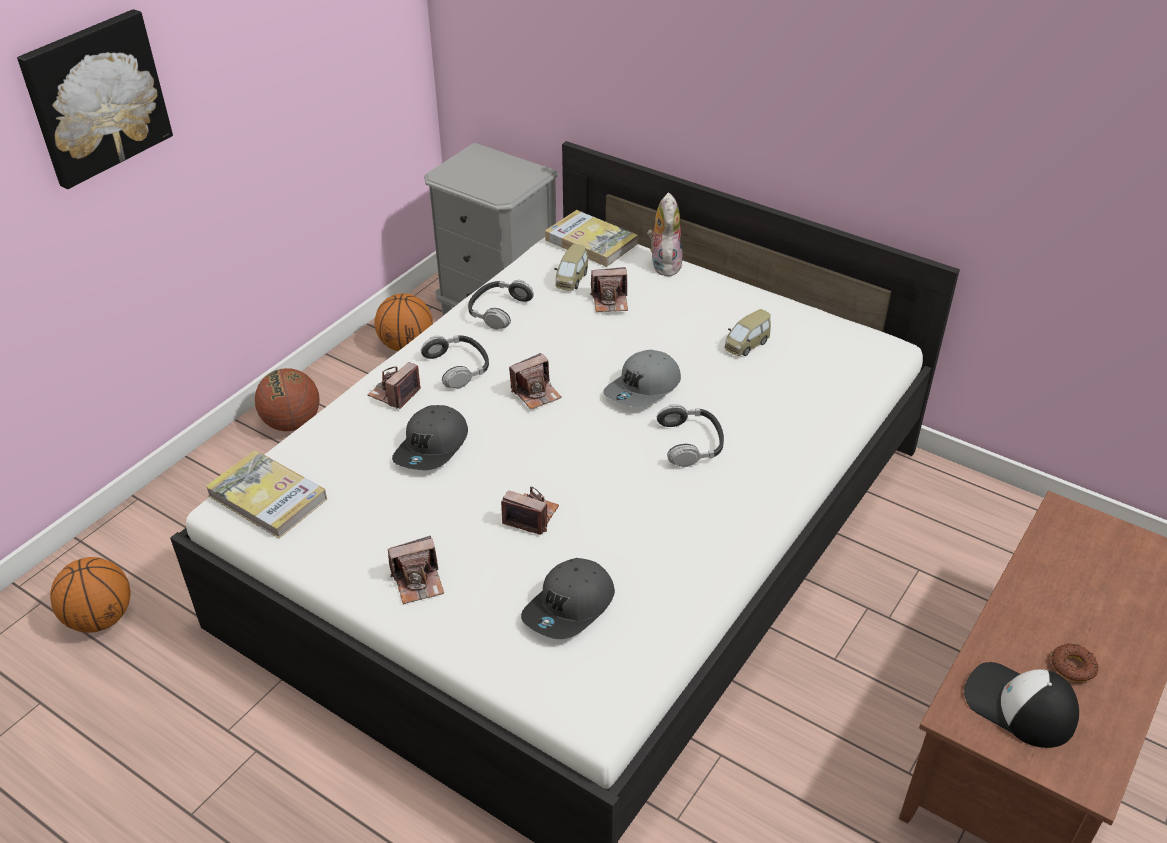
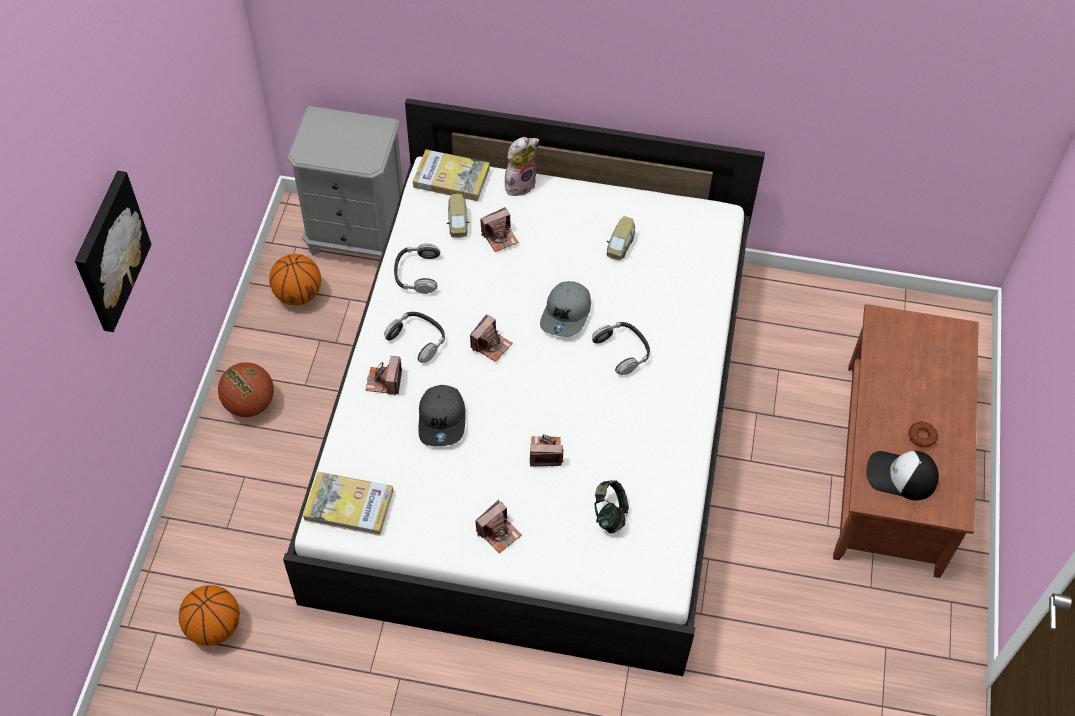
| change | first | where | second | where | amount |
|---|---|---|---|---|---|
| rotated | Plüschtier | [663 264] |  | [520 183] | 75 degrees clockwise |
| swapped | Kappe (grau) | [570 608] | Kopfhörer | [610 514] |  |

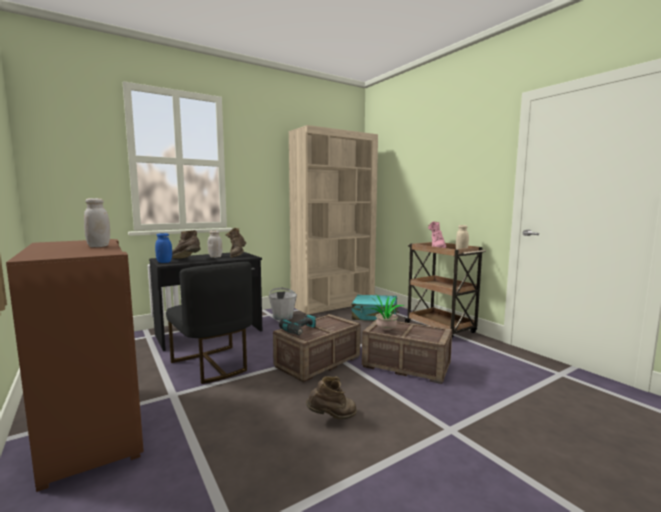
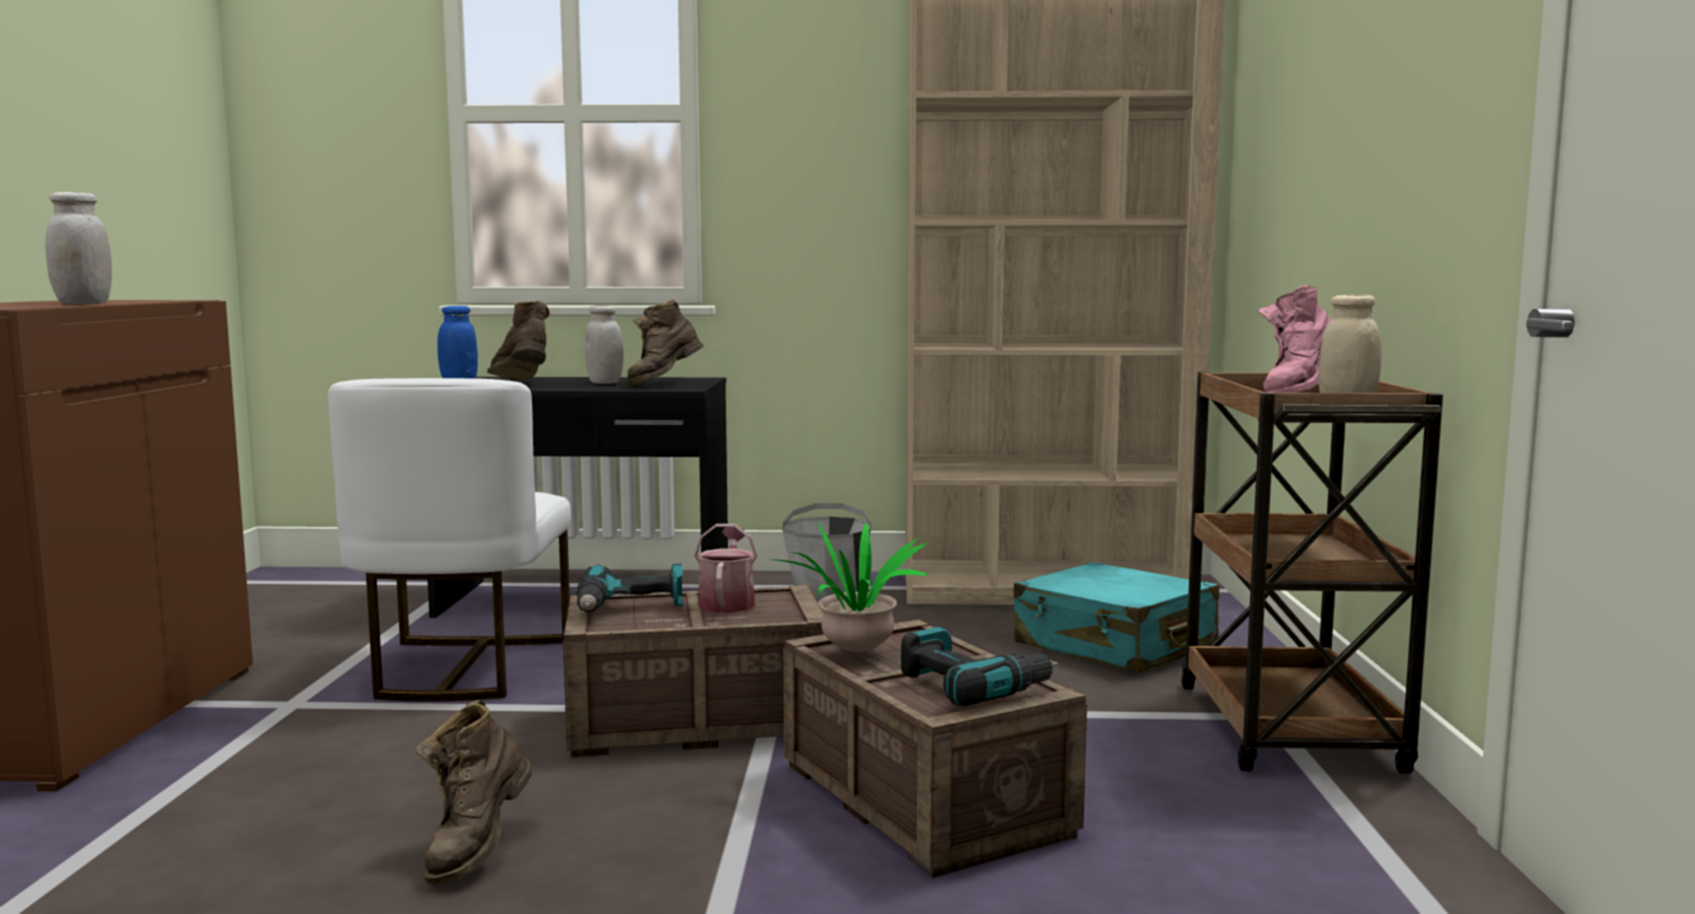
| change | first | where | second | where | amount |
|---|---|---|---|---|---|
| repainted | Stuhl (schwarz) | [212 365] | Stuhl (weiß) | [463 668] |  |
| rotated | Stiefel (braun) | [332 418] |  | [477 851] | 90 degrees clockwise |
| new |  |  | Gießkanne | [727 602] |  |
| new |  |  | Bohrmaschine | [972 686] |  |

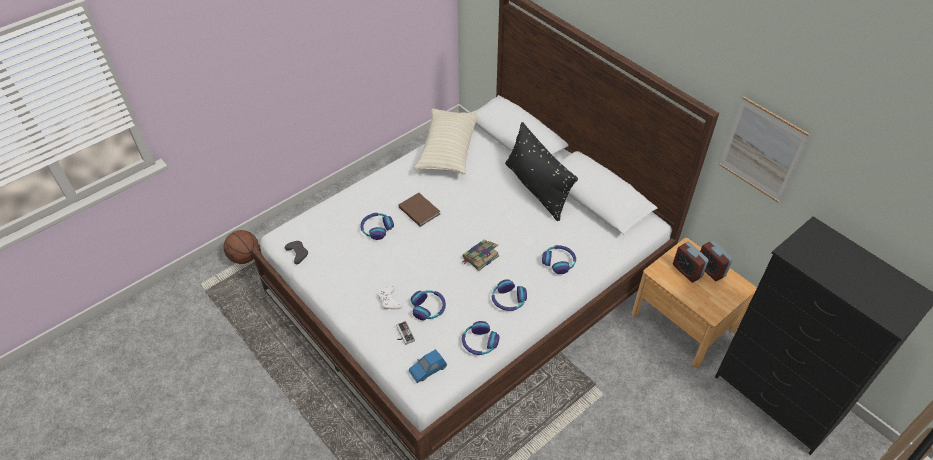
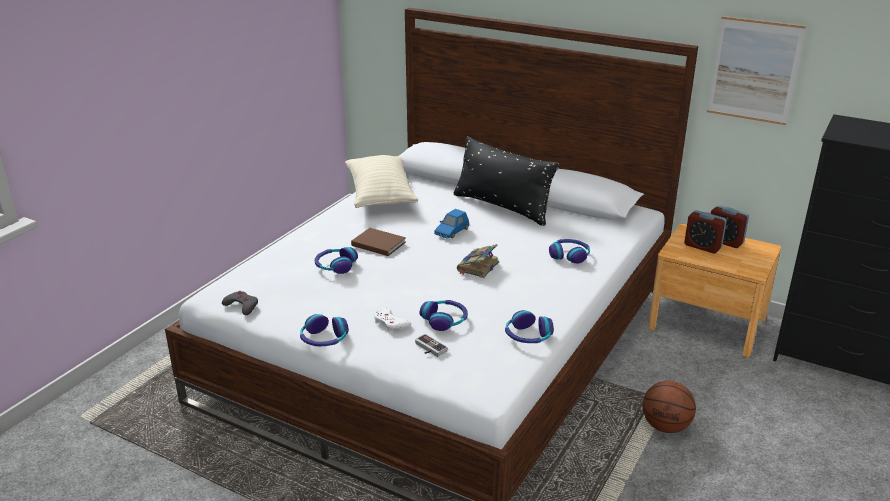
| change | first | where | second | where | amount |
|---|---|---|---|---|---|
| shifted | Kopfhörer | [508 300] |  | [324 339] |  |
| shifted | Spielzeugauto (blau) | [428 369] |  | [452 231] |  |
| shifted | Basketball | [245 257] |  | [666 426] |  |

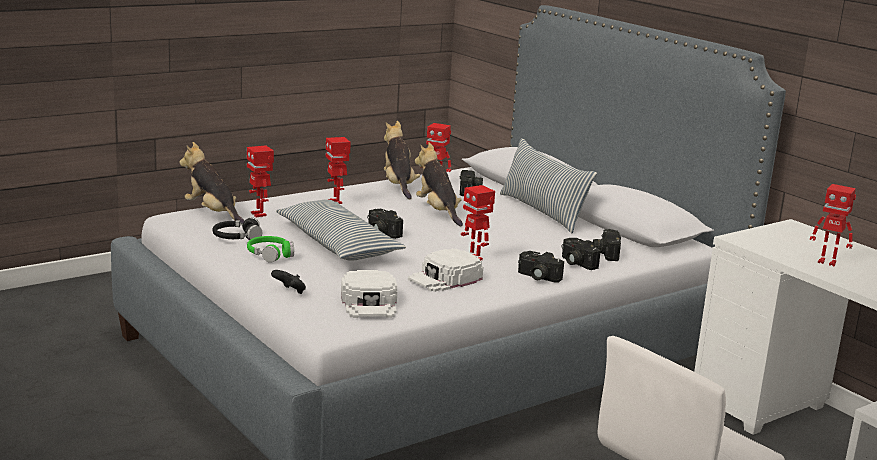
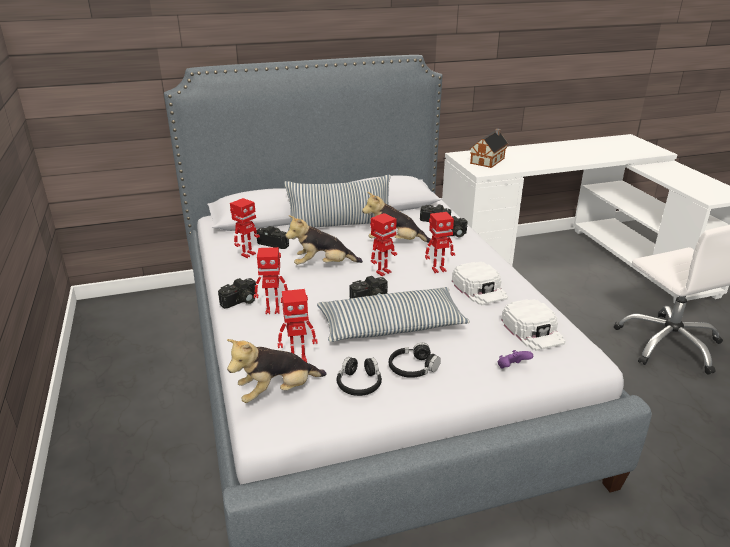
| change | first | where | second | where | amount |
|---|---|---|---|---|---|
| shifted | Kamera | [537 277] |  | [241 302] |  |
| shifted | Plüschtier | [398 186] |  | [395 242] |  |
| shifted | Spielzeugroboter | [827 262] |  | [382 272] |  |
| repainted | Kopfhörer (grün) | [270 254] | Kopfhörer (schwarz) | [412 368] |  |
| new |  |  | Spielzeughaus | [488 160] |  |
| repainted | Gamepad (schwarz) | [290 292] | Gamepad (lila) | [512 368] |  |
| rotated | Kappe (weiß) | [370 303] |  | [533 330] | 60 degrees clockwise |

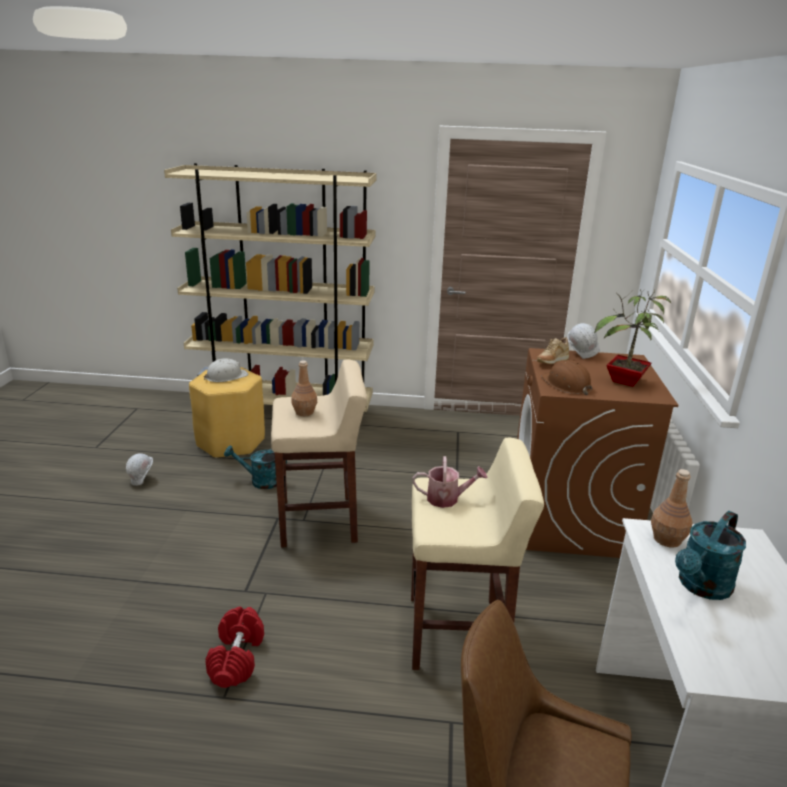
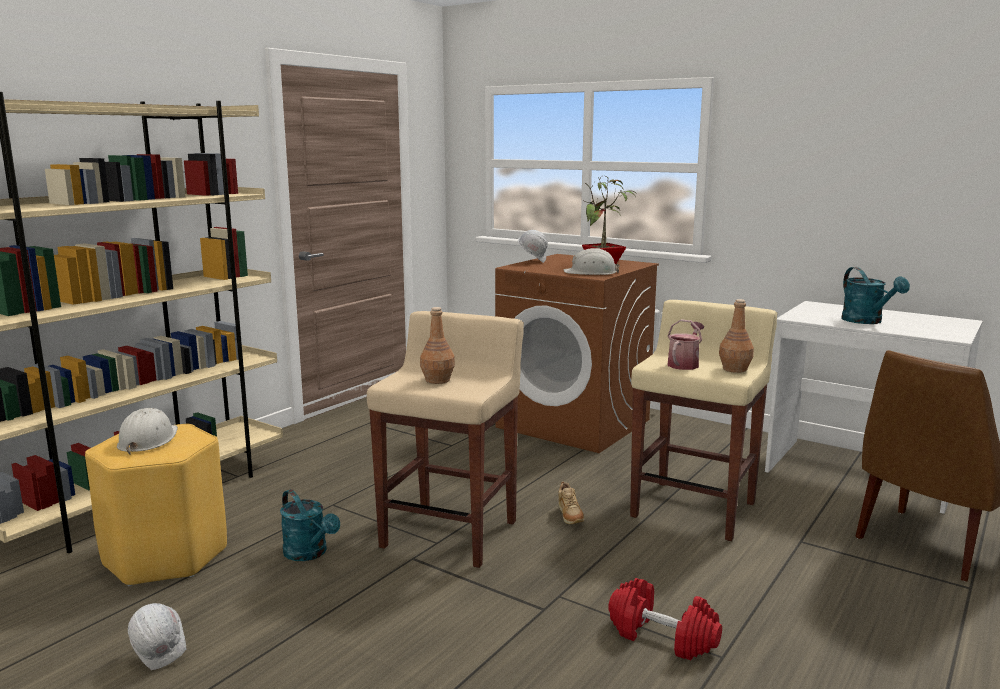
| change | first | where | second | where | amount |
|---|---|---|---|---|---|
| rotated | Gießkanne (türkis) | [260 481] |  | [310 553] | 75 degrees counterclockwise |
| shifted | Schuh (beige) | [551 362] |  | [569 517] |  |
| repainted | Schutzhelm (braun) | [566 384] | Schutzhelm (weiß) | [591 272] |  |
| shifted | Flasche (braun) | [666 539] |  | [734 369] |  |

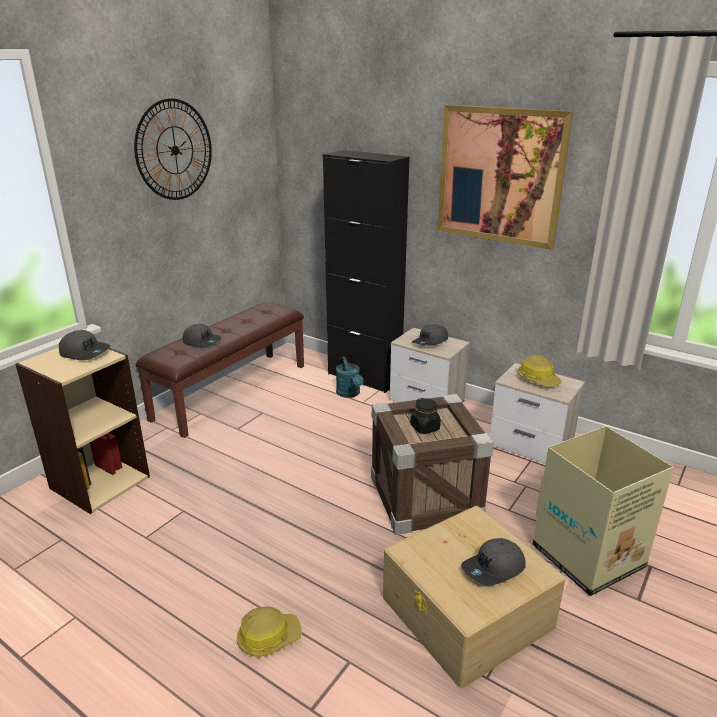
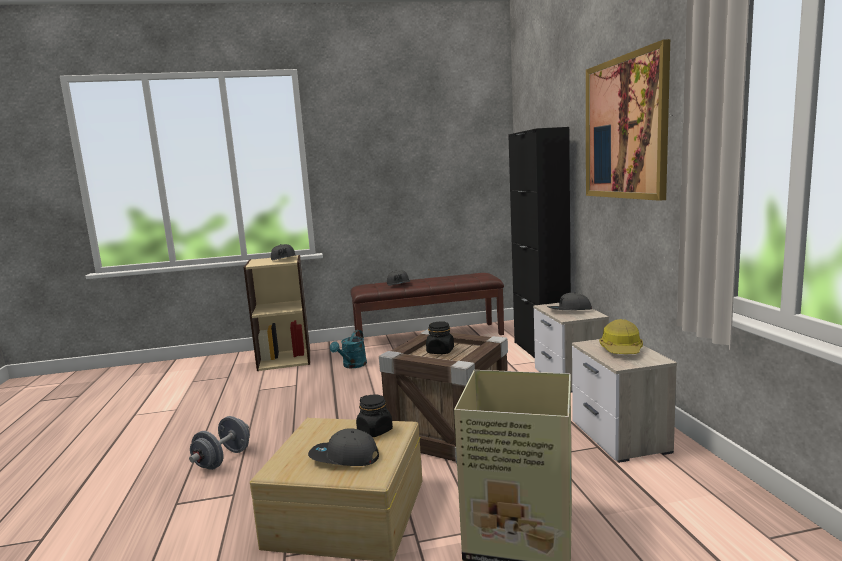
| change | first | where | second | where | amount |
|---|---|---|---|---|---|
| swapped | Schutzhelm | [268 637] | Hantel (grau) | [223 459] |  |
| shifted | Gießkanne (türkis) | [350 394] |  | [352 366] |  |
| new |  |  | Vorratsglas (schwarz) | [375 431] |  |
| gone | Wanduhr | [174 150] |  |  |  |

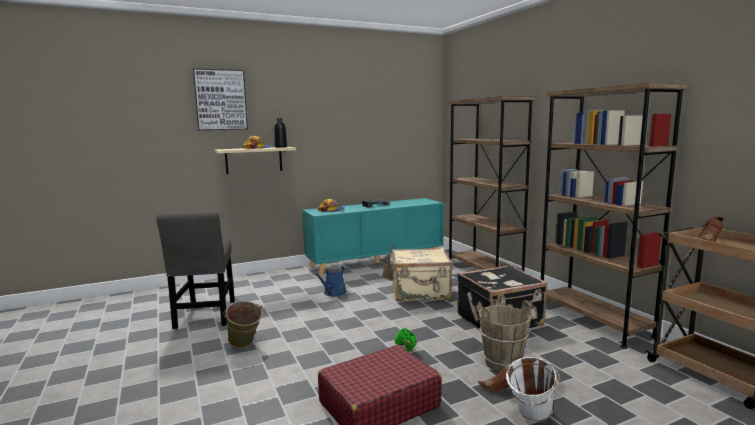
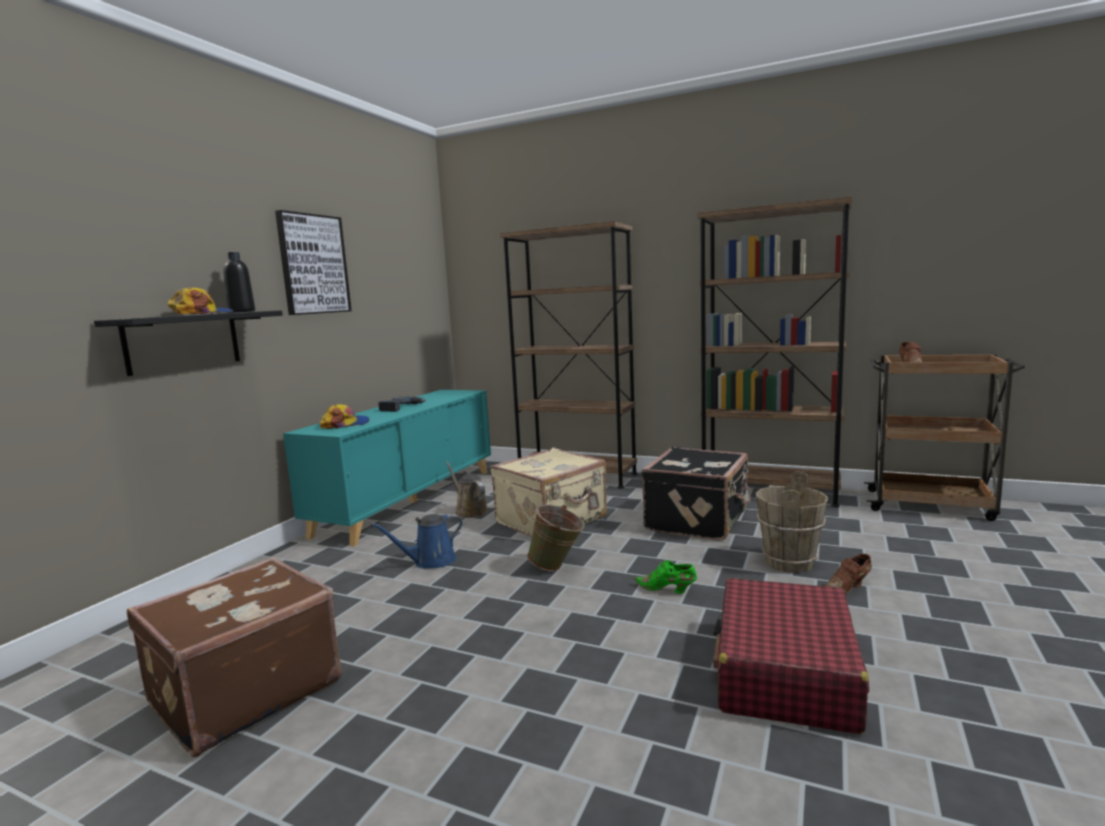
| change | first | where | second | where | amount |
|---|---|---|---|---|---|
| repainted | Wandregal (beige) | [254 160] | Wandregal (schwarz) | [183 342] |  |
| swapped | Stuhl (grau) | [205 316] | Koffer (braun) | [243 691] |  |
| shifted | Bild | [220 100] |  | [313 264] |  |
| rotated | Gießkanne (blau) | [333 293] |  | [430 561] | 75 degrees clockwise |
| shifted | Eimer (grün) | [244 346] |  | [557 567] |  |
| gone | Eimer (weiß) | [530 418] |  |  |  |

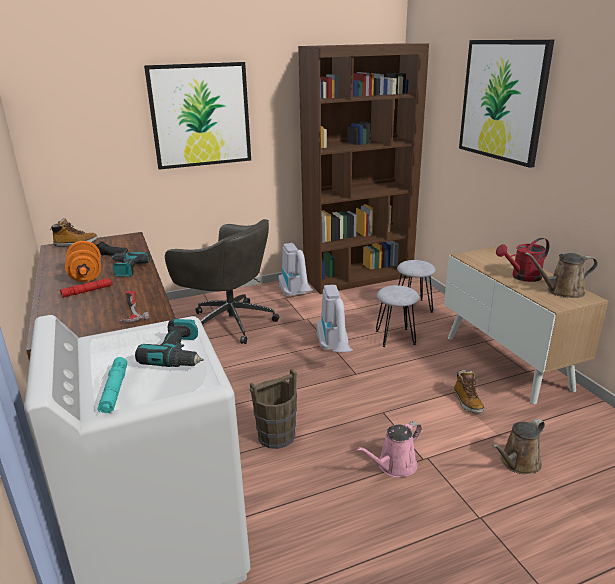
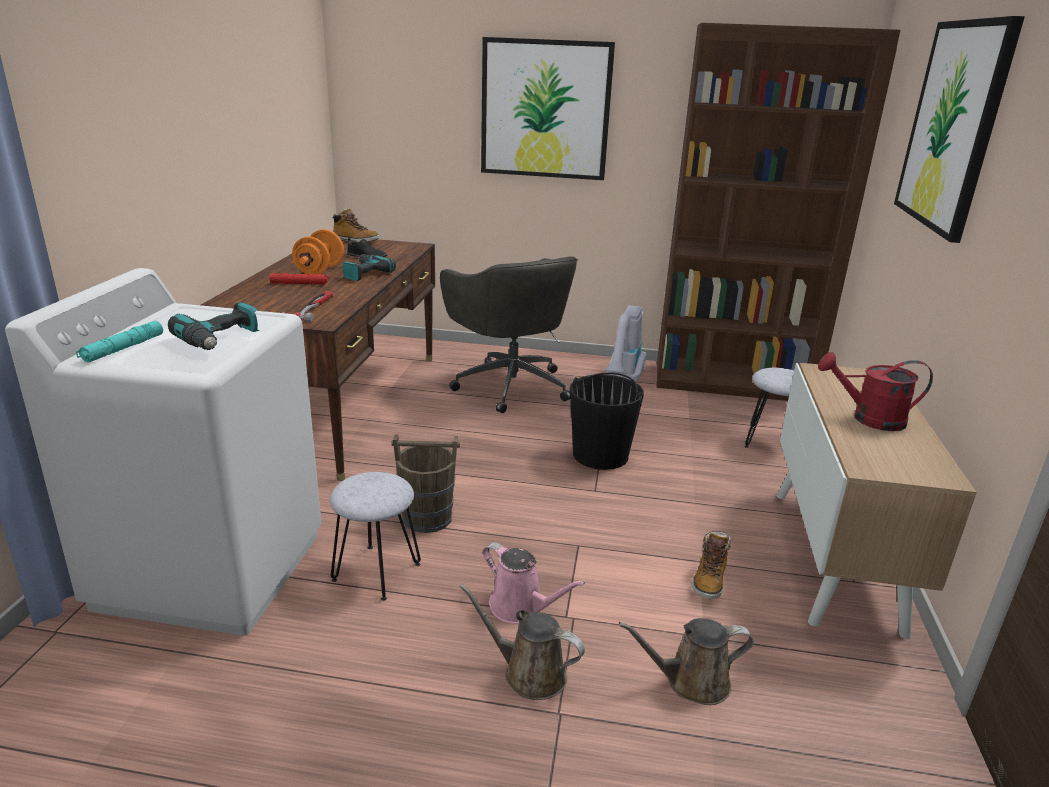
| change | first | where | second | where | amount |
|---|---|---|---|---|---|
| shifted | Hocker (grau) | [395 337] |  | [377 572] |  |
| shifted | Gießkanne (braun) | [561 291] |  | [529 673] |  |
| rotated | Gießkanne (rosa) | [394 466] |  | [521 607] | 135 degrees counterclockwise |
| swapped | Staubsauger | [335 349] | Eimer (schwarz) | [601 455] |  |

